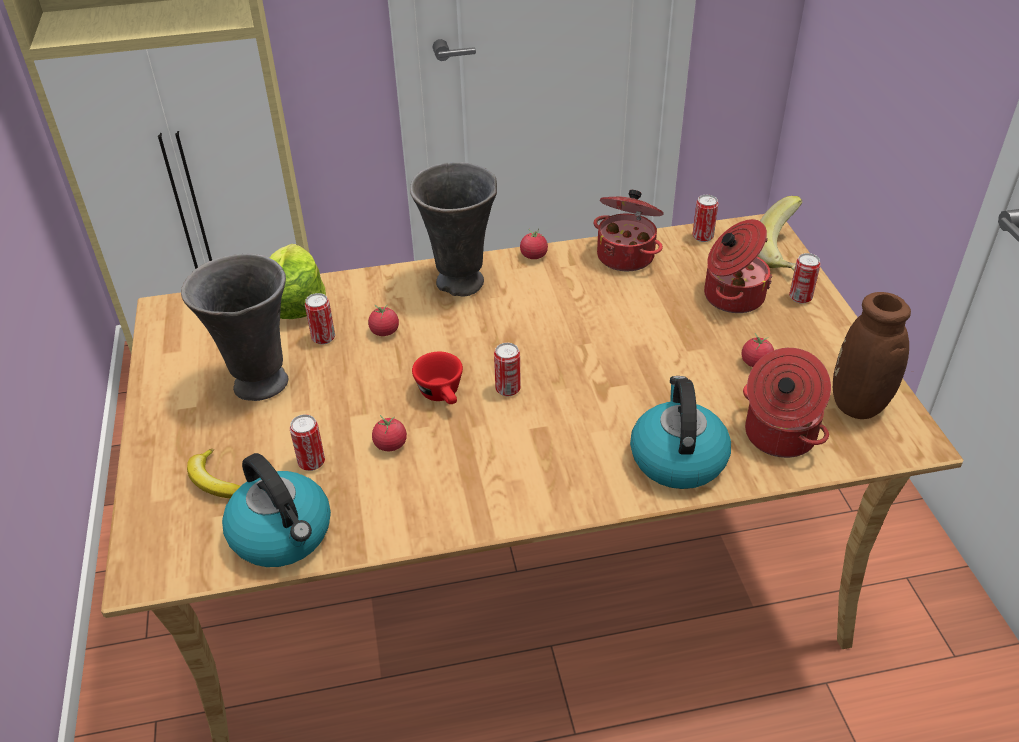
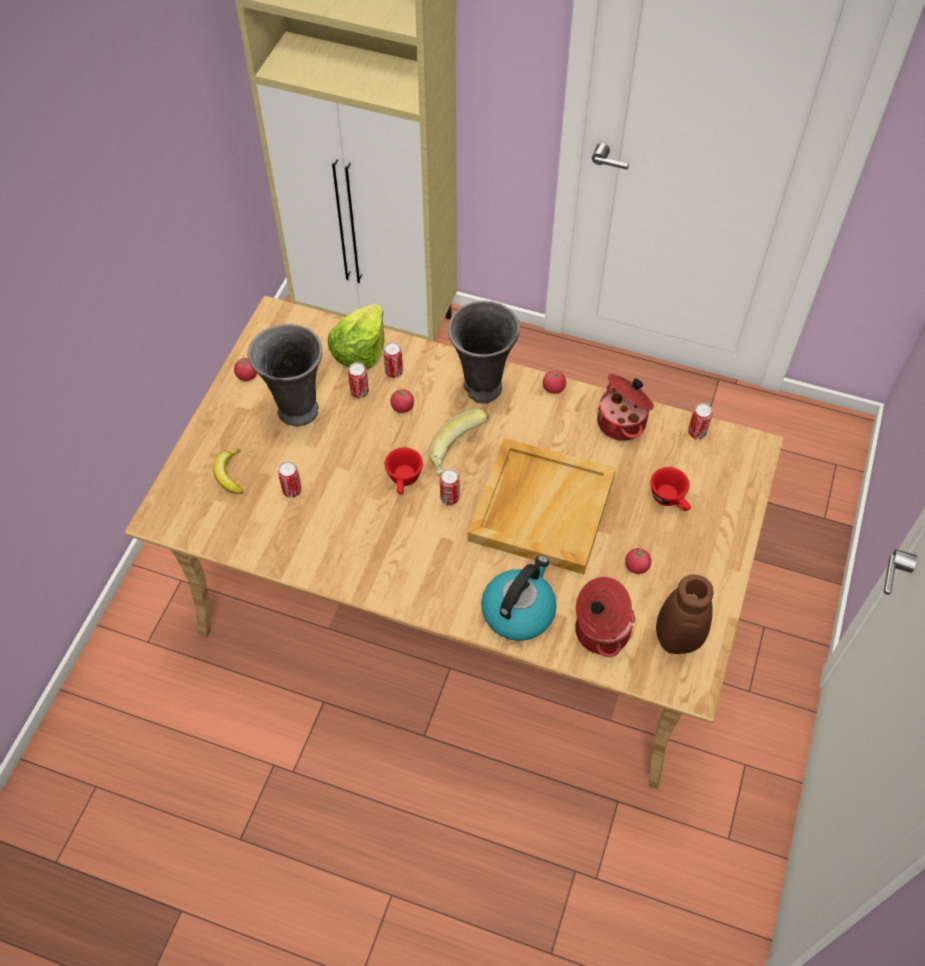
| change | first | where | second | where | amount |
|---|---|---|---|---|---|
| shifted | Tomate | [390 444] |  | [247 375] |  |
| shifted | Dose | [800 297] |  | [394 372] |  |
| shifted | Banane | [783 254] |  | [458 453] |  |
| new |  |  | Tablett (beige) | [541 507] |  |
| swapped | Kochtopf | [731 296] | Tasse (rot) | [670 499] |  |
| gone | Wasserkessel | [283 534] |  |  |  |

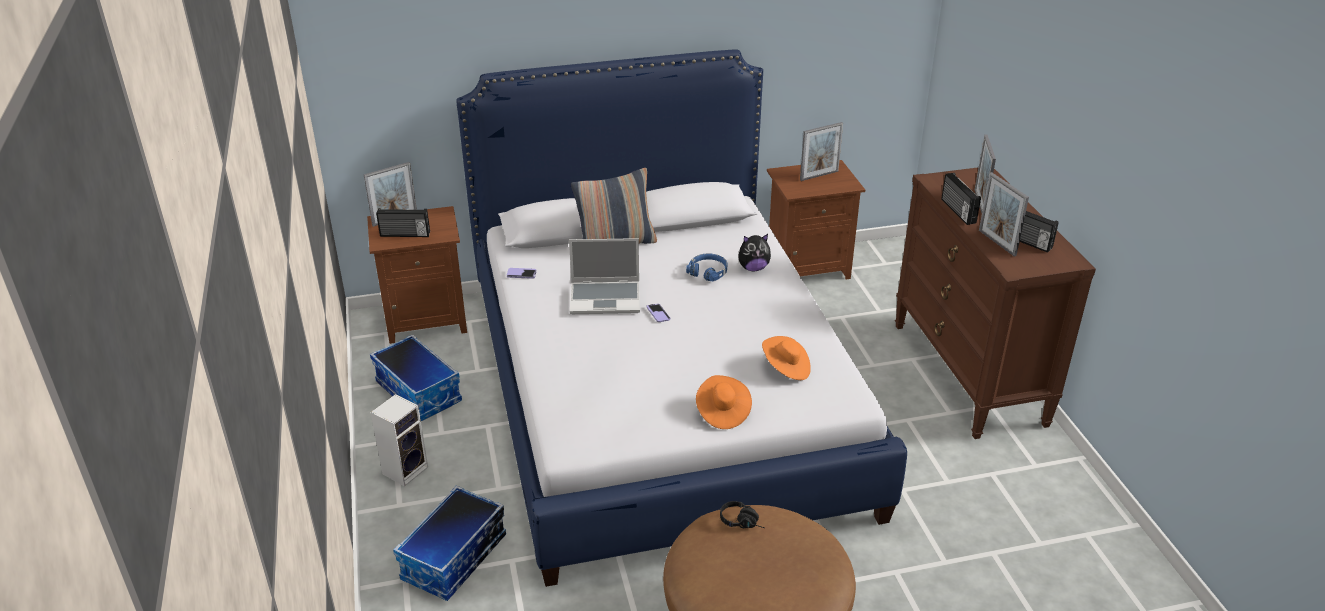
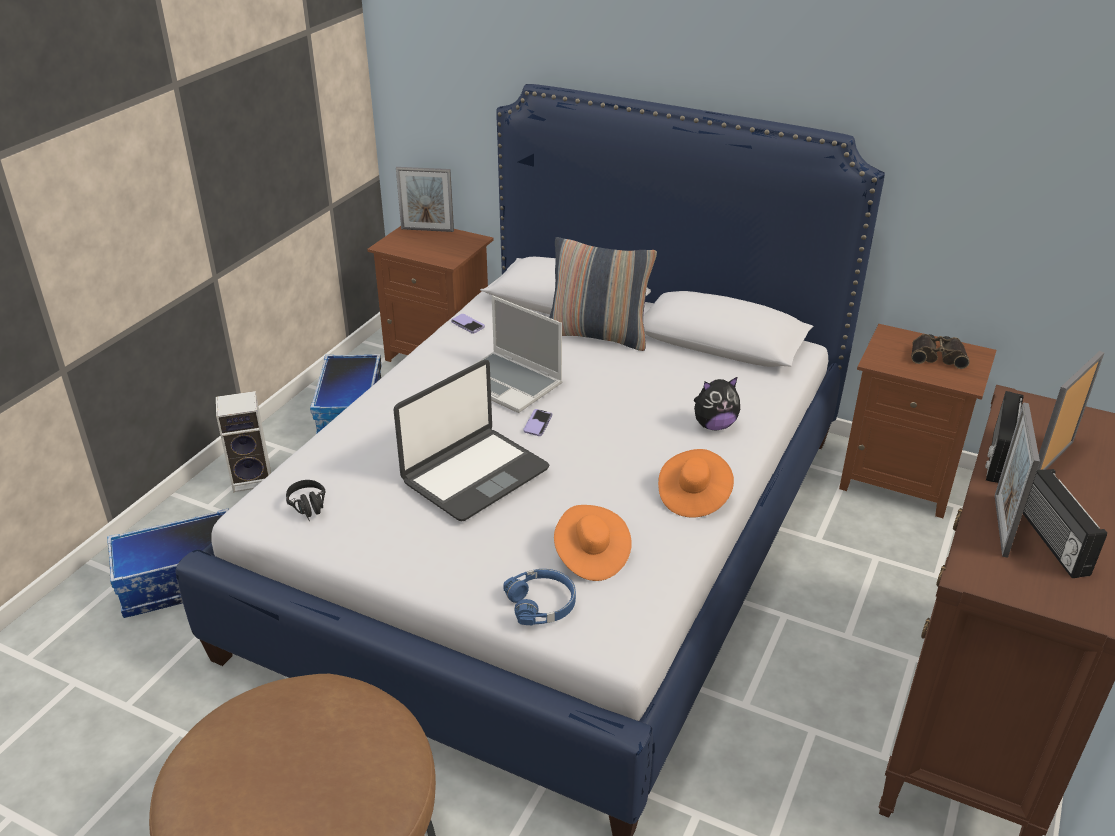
| change | first | where | second | where | amount |
|---|---|---|---|---|---|
| shifted | Kopfhörer (schwarz) | [743 522] |  | [310 509] |  |
| new |  |  | Laptop | [474 475] |  |
| shifted | Kopfhörer (blau) | [708 271] |  | [542 603] |  |
| shifted | Hut (orange) | [722 412] |  | [693 496] |  |
| rotated | Plüschtier | [753 268] |  | [714 425] | 45 degrees counterclockwise |
| swapped | Bilderrahmen | [819 175] | Fernglas | [937 356] |  |
| gone | Radio | [405 235] |  |  |  |

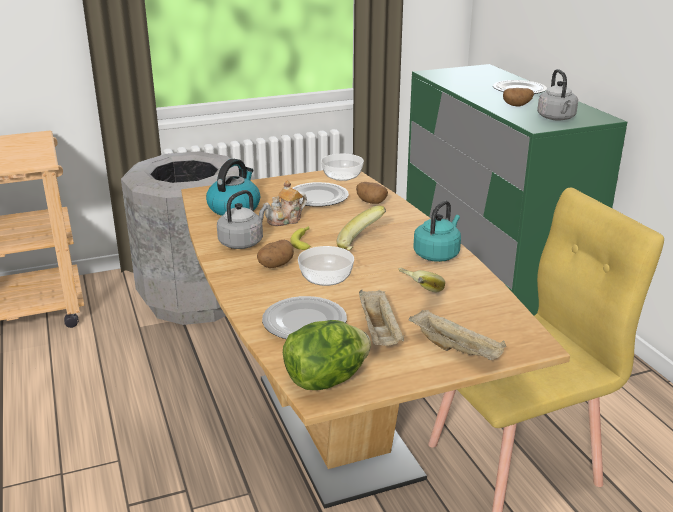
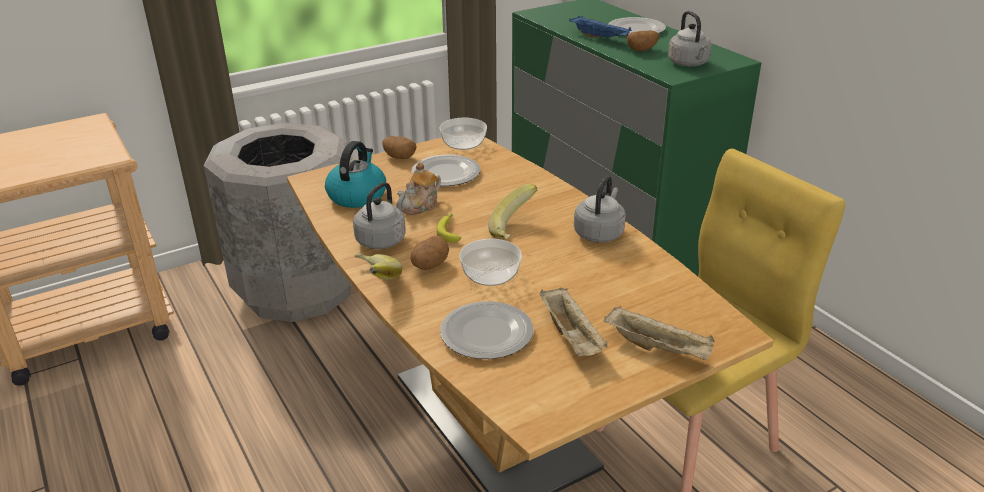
| change | first | where | second | where | amount |
|---|---|---|---|---|---|
| shifted | Banane | [416 294] |  | [373 281] |  |
| shifted | Kartoffel | [371 202] |  | [399 157] |  |
| new |  |  | Tablett (blau) | [600 38] |  |
| repainted | Wasserkessel (türkis) | [437 254] | Wasserkessel (grau) | [599 233] |  |
| gone | Salatkopf | [326 380] |  |  |  |

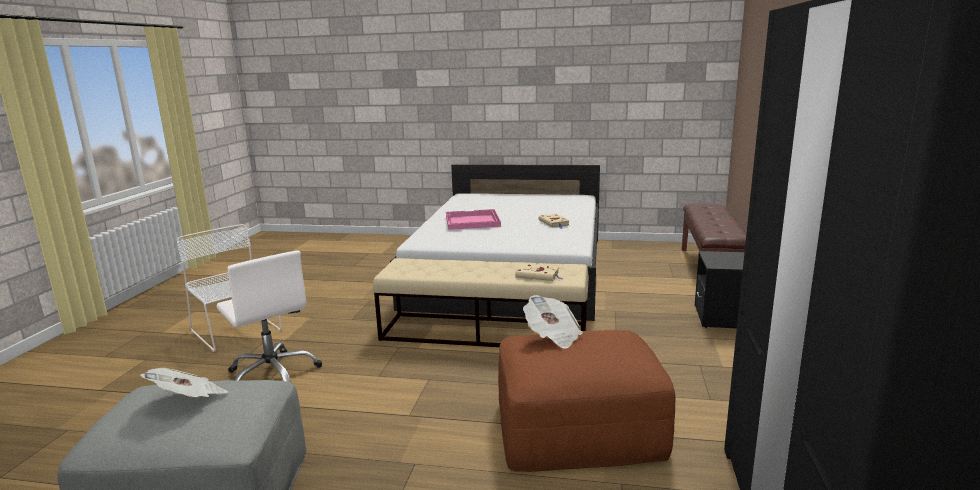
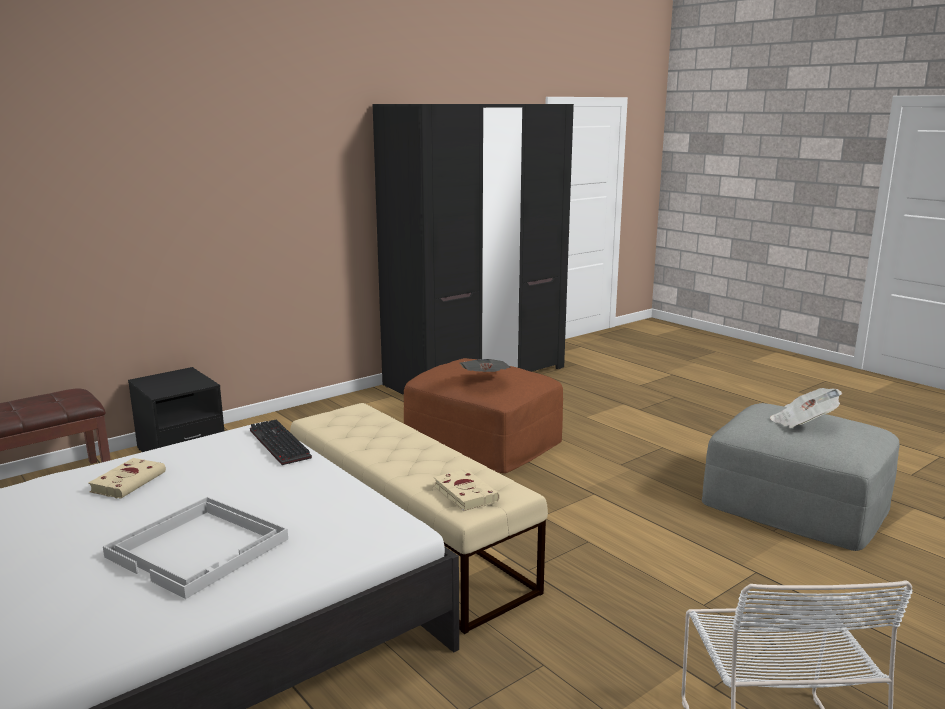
| change | first | where | second | where | amount |
|---|---|---|---|---|---|
| repainted | Tablett (rosa) | [472 221] | Tablett (weiß) | [200 548] |  |
| new |  |  | Tastatur | [277 444] |  |
| shifted | Buch (beige) | [538 275] |  | [464 493] |  |
| gone | Bürostuhl (weiß) | [273 375] |  |  |  |

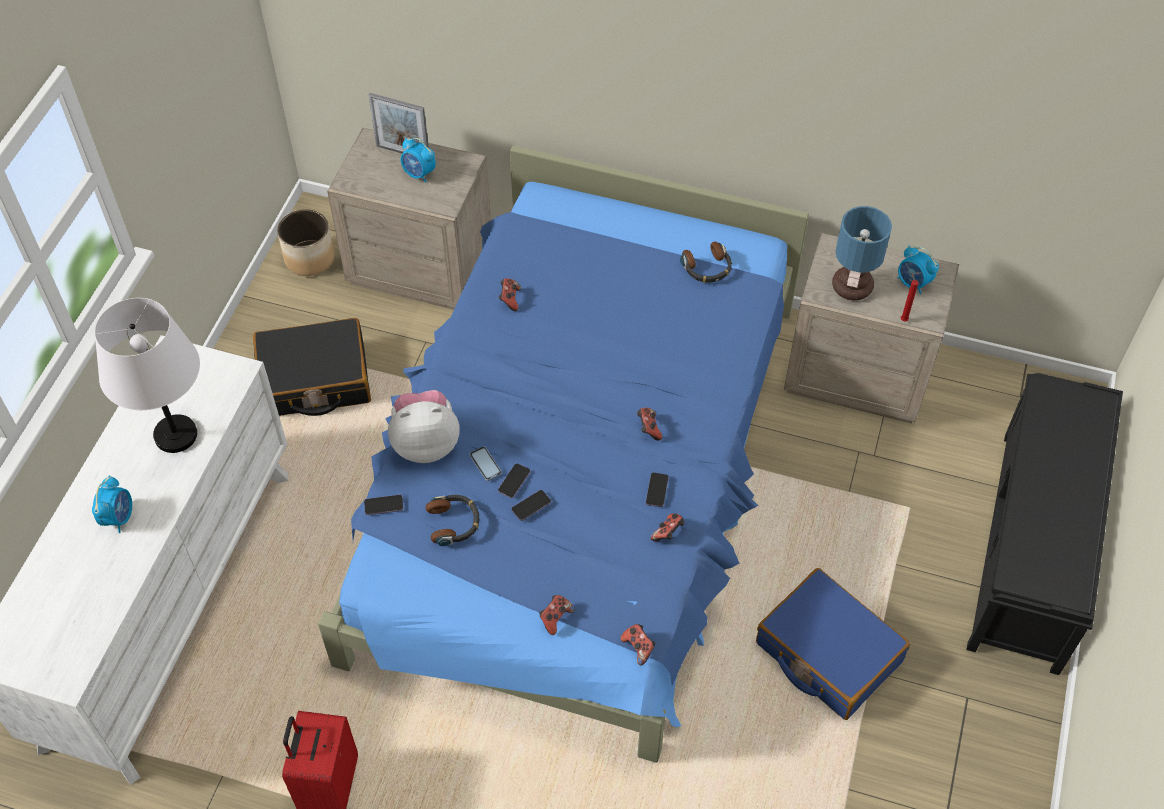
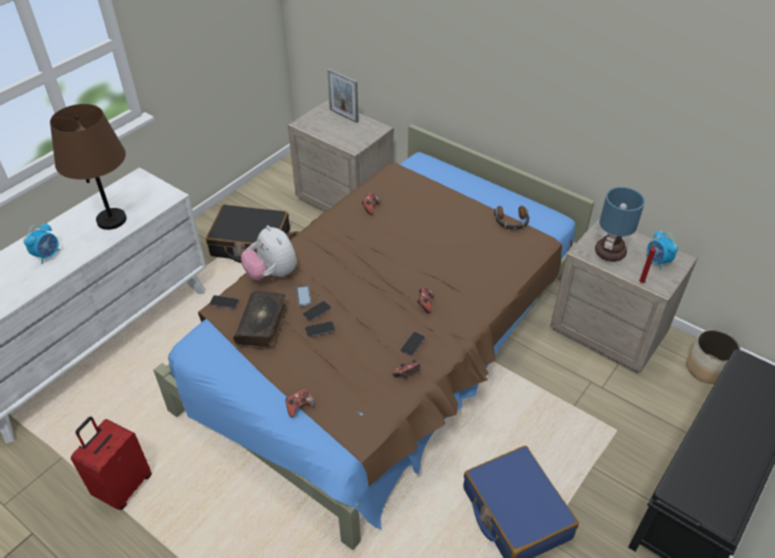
| change | first | where | second | where | amount |
|---|---|---|---|---|---|
| repainted | Tischlampe (weiß) | [175 435] | Tischlampe (braun) | [111 220] |  |
| repainted | Bett (blau) | [578 480] | Bett (braun) | [385 344] |  |
| swapped | Kopfhörer | [454 523] | Buch | [263 325] |  |
| rotated | Plüschtier | [426 443] |  | [272 274] | 135 degrees counterclockwise |
| shifted | Pflanzkübel | [310 258] |  | [707 369] |  |
| gone | Wecker | [419 174] |  |  |  |
| gone | Gamepad | [638 647] |  |  |  |

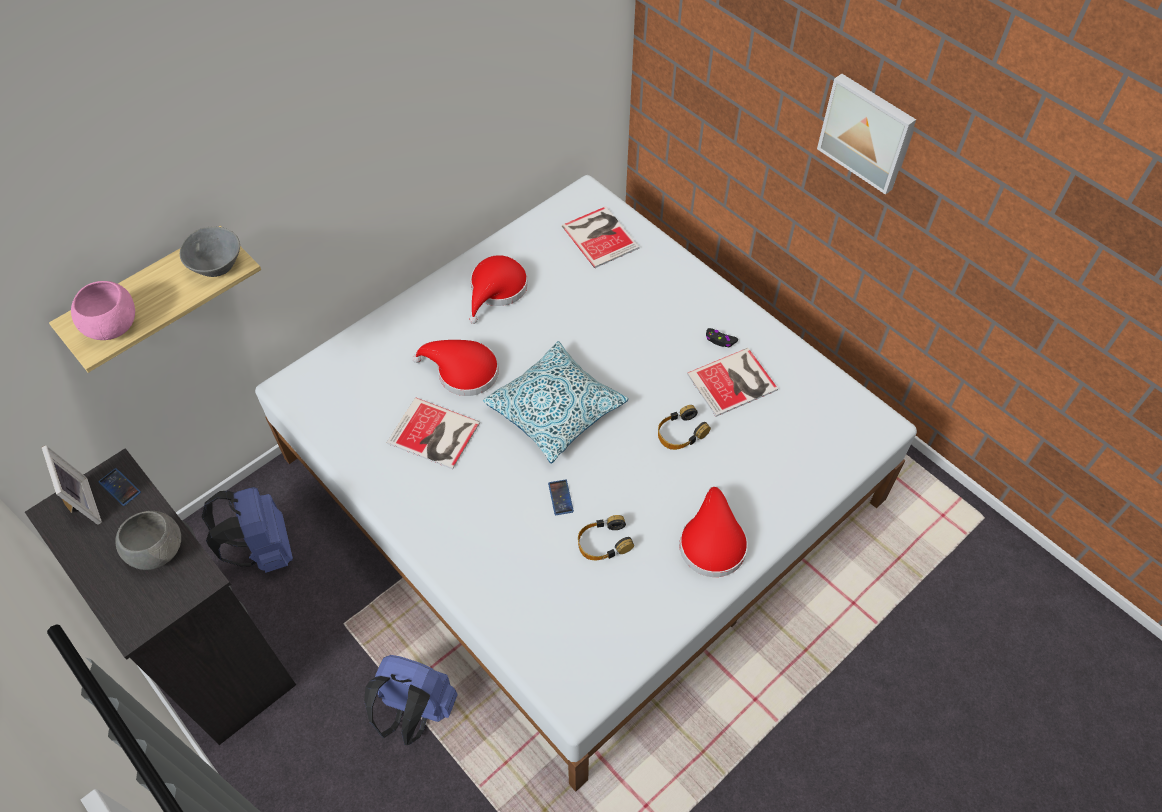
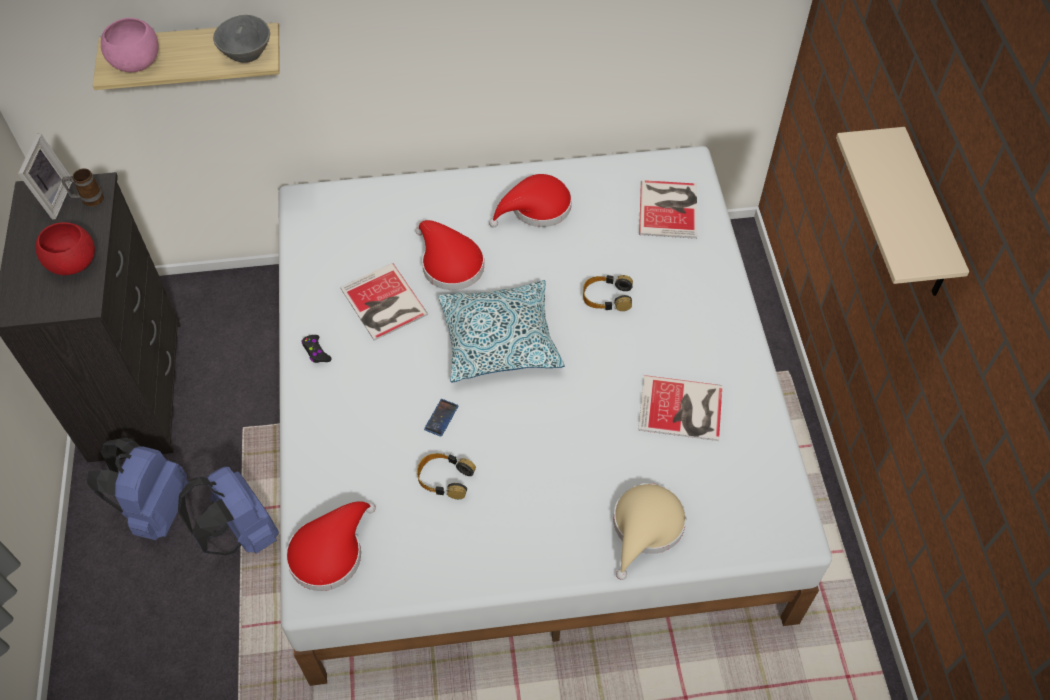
| change | first | where | second | where | amount |
|---|---|---|---|---|---|
| repainted | Schüssel (grau) | [157 551] | Schüssel (rot) | [73 263] |  |
| swapped | Handy | [120 487] | Henkelbecher | [88 200] |  |
| shifted | Rucksack (blau) | [263 550] |  | [155 509] |  |
| shifted | Hut (rot) | [712 541] |  | [330 551] |  |
| shifted | Gamepad (schwarz) | [720 340] |  | [316 352] |  |
| shifted | Kopfhörer | [681 433] |  | [607 297] |  |
| new |  |  | Hut (beige) | [646 528] |  |
| swapped | Bild | [867 132] | Wandregal (beige) | [924 220] |  |

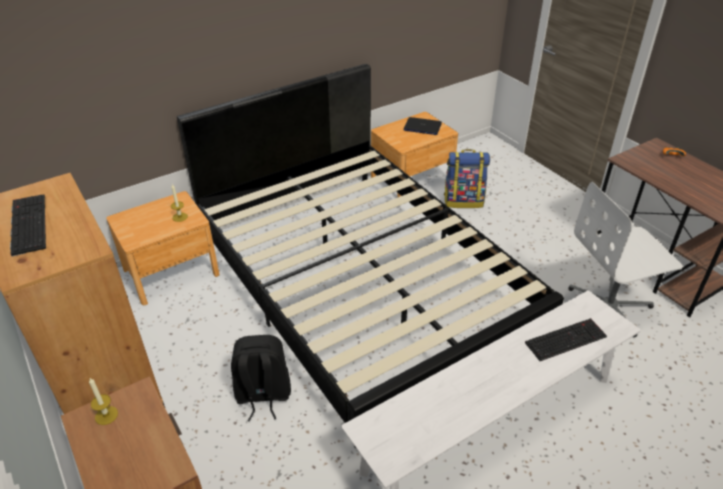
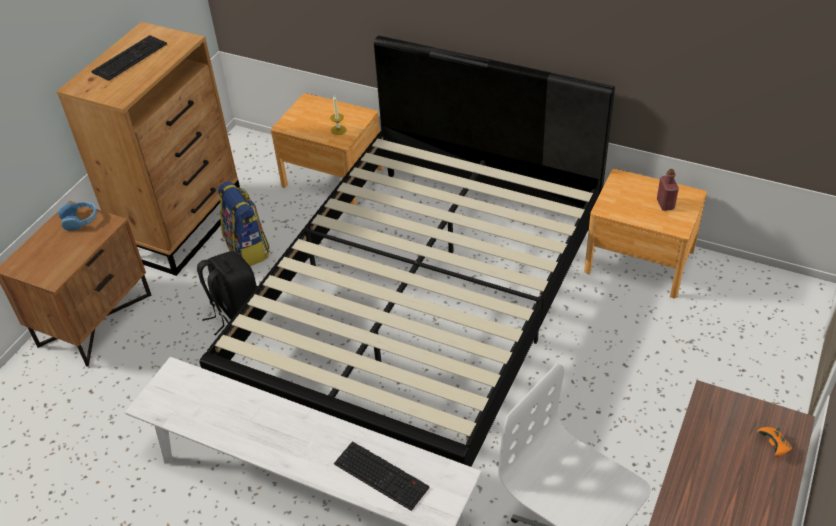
| change | first | where | second | where | amount |
|---|---|---|---|---|---|
| swapped | Kerze | [106 415] | Kopfhörer (blau) | [80 220] |  |
| shifted | Rucksack | [464 201] |  | [248 249] |  |
| swapped | Laptop | [422 127] | Flasche (rot) | [665 204] |  |

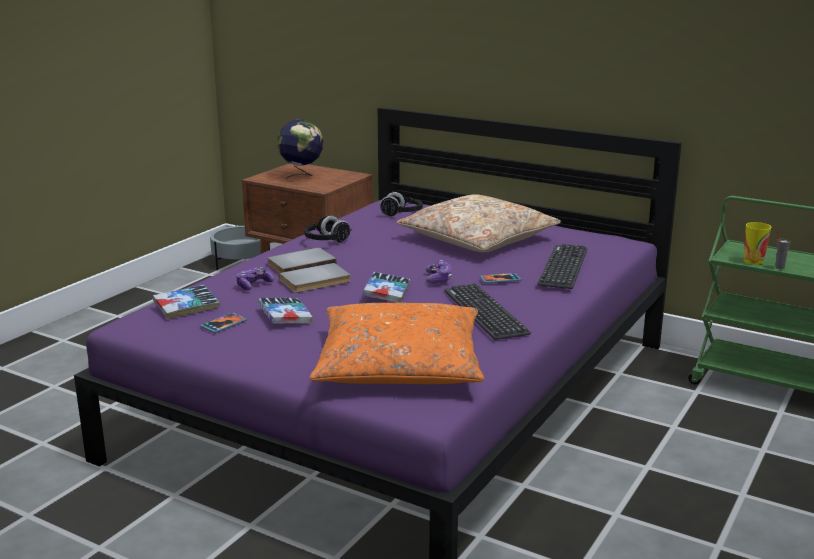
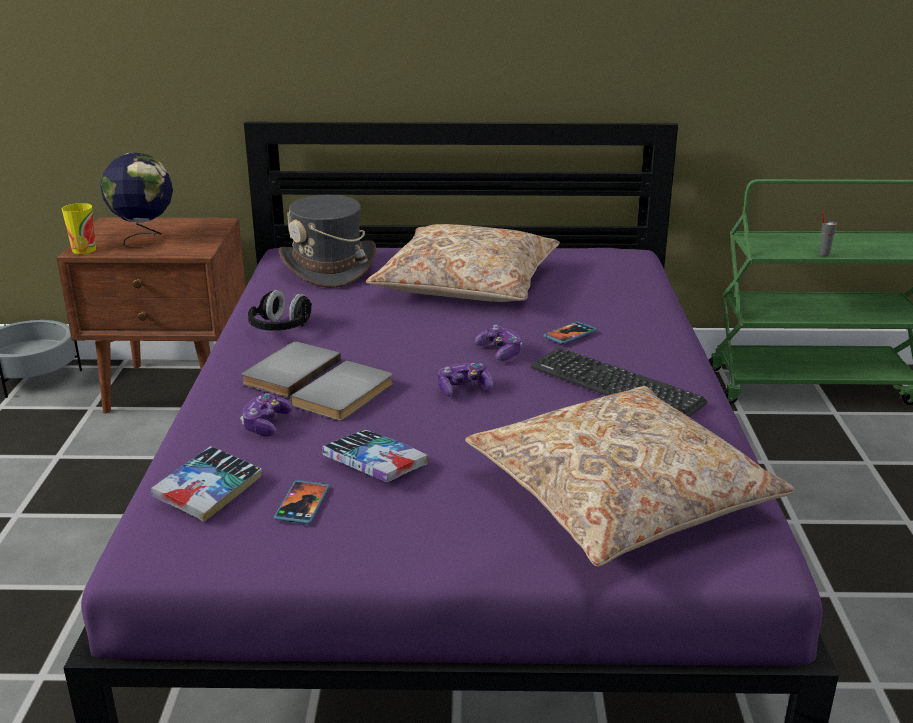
| change | first | where | second | where | amount |
|---|---|---|---|---|---|
| shifted | Tasse | [753 261] |  | [84 250] |  |
| swapped | Kopfhörer (schwarz) | [401 214] | Hut (grau) | [329 268] |  |
| swapped | Buch | [387 293] | Gamepad | [463 388] |  |
| repainted | Kissen (orange) | [399 365] | Kissen (beige) | [621 495] |  |
| gone | Tastatur | [563 267] |  |  |  |

